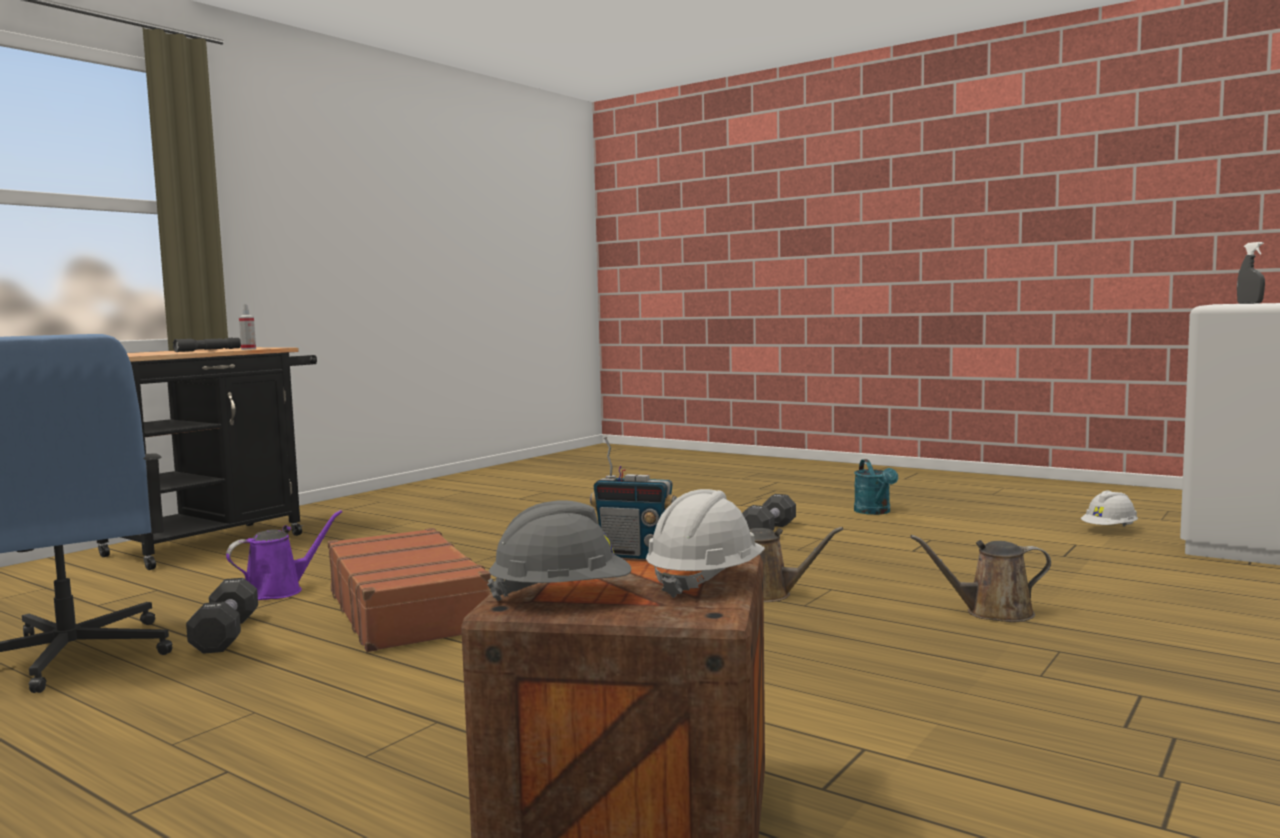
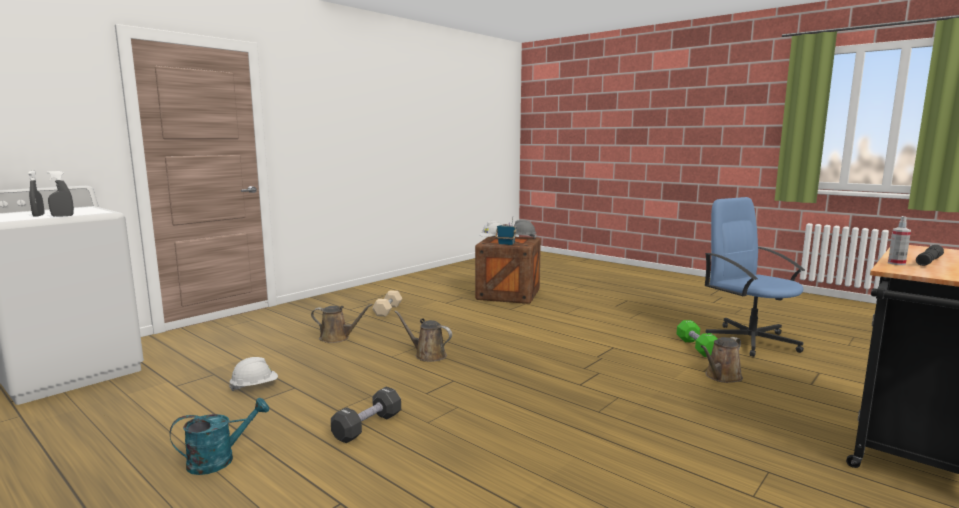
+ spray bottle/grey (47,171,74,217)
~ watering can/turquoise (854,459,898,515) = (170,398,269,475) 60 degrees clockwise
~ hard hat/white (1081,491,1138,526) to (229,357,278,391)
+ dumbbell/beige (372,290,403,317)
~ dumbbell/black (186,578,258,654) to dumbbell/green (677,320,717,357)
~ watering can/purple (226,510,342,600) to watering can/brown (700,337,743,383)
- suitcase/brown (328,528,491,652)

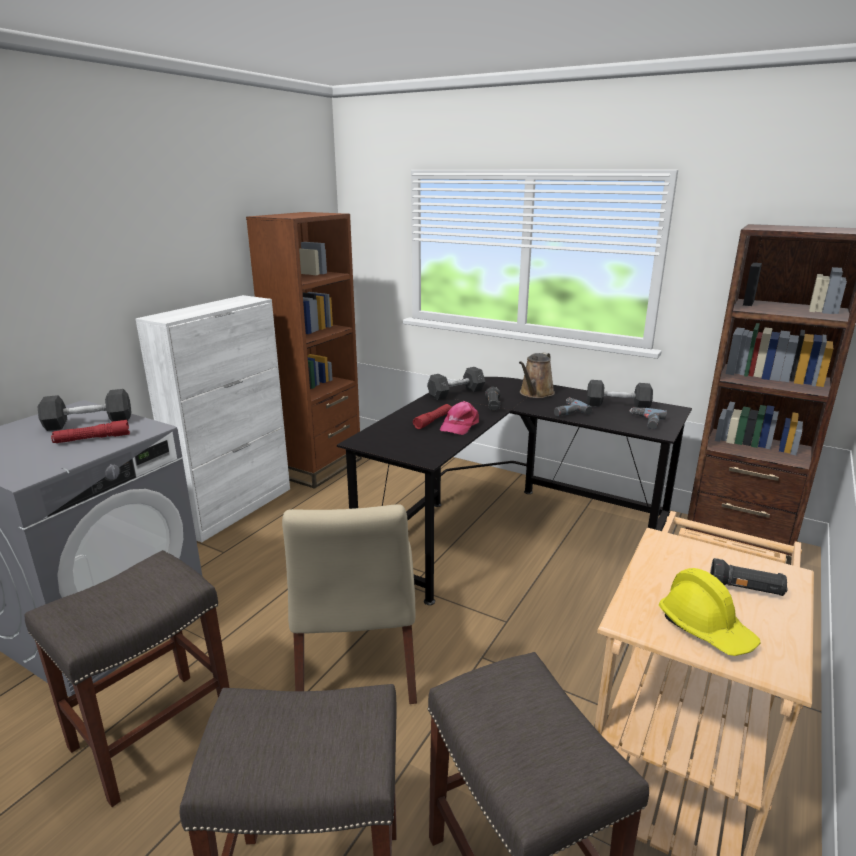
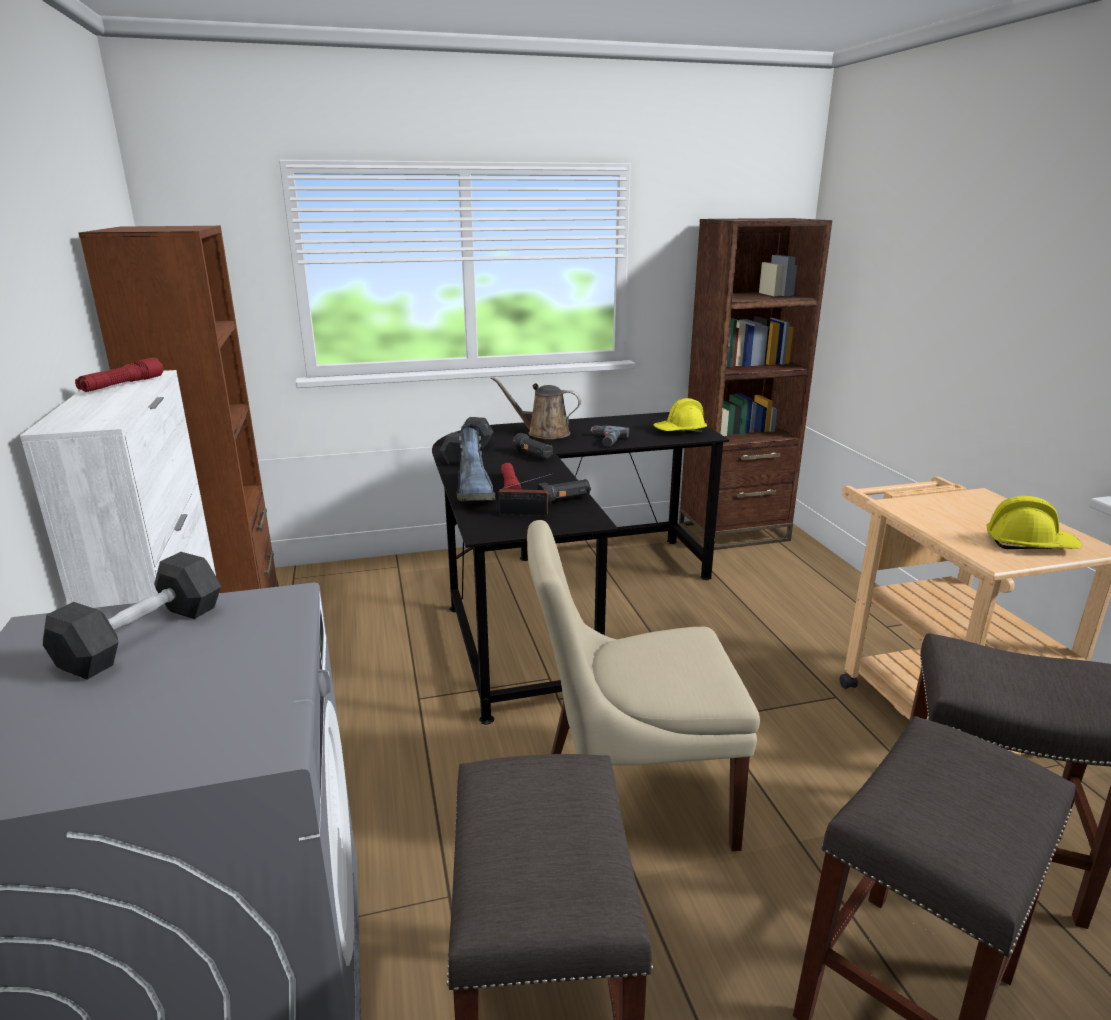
~ flashlight/red (51,420,130,443) to (75,357,163,392)
+ boot (457,425,495,501)
~ watering can/brown (519,353,555,398) = (491,377,581,439) 120 degrees clockwise
+ radio (498,473,554,517)
~ chair/beige (282,504,417,704) = (527,520,760,851) 135 degrees clockwise
~ flashlight/black (710,558,787,596) to (536,479,591,505)
~ power drill (629,407,667,429) to hard hat/yellow (653,398,707,432)
- cap/pink (440,401,479,435)
- dumbbell/grey (587,380,653,408)

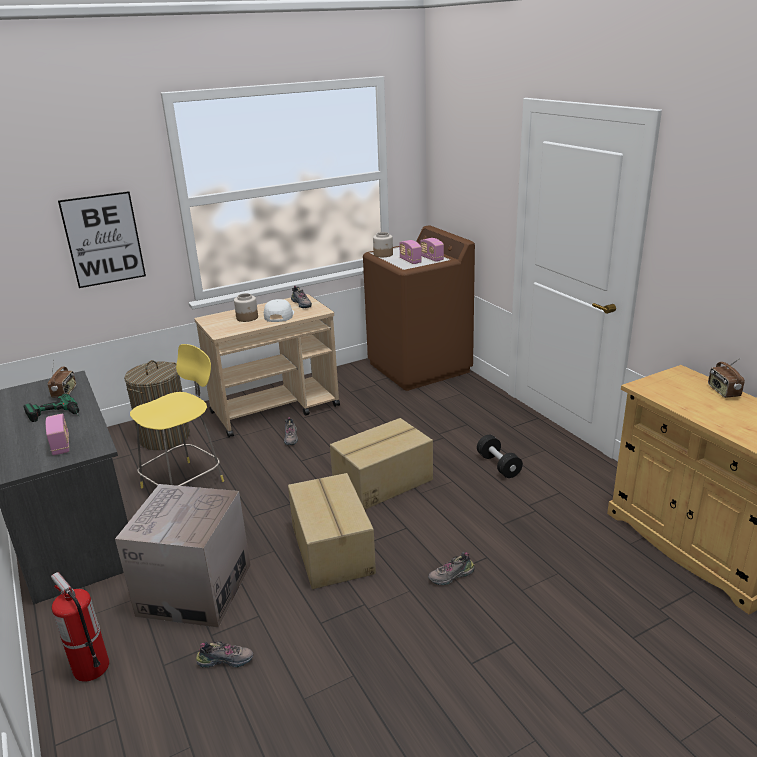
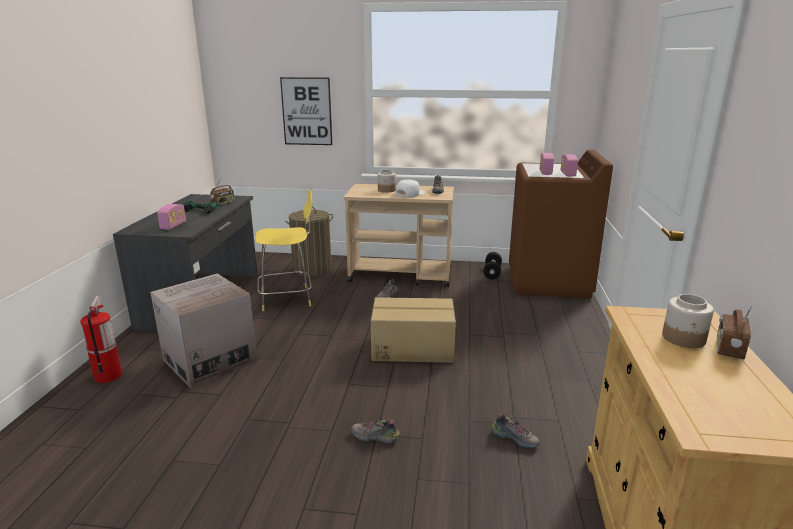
~ dumbbell/black (477,435,523,478) to (484,252,502,279)
~ shoe (196,641,253,668) to (491,414,540,449)
~ jar (373,232,393,257) to (662,294,714,348)
- cardboard box (288,473,376,589)

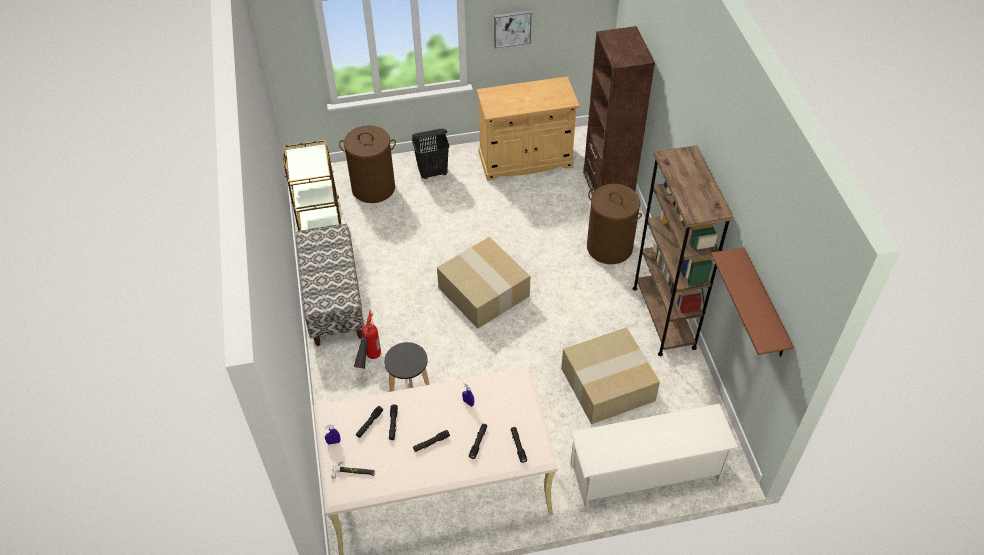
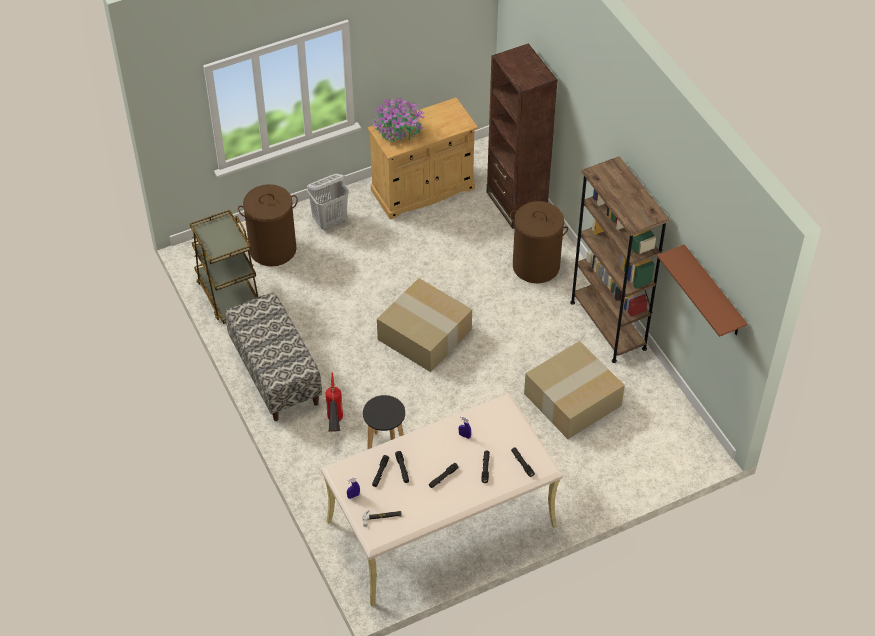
~ laundry basket/black (412,129,449,179) to laundry basket/white (307,174,349,230)
+ potted plant (372,97,425,142)
- picture (494,10,531,48)
- shoe rack/white (570,404,739,509)

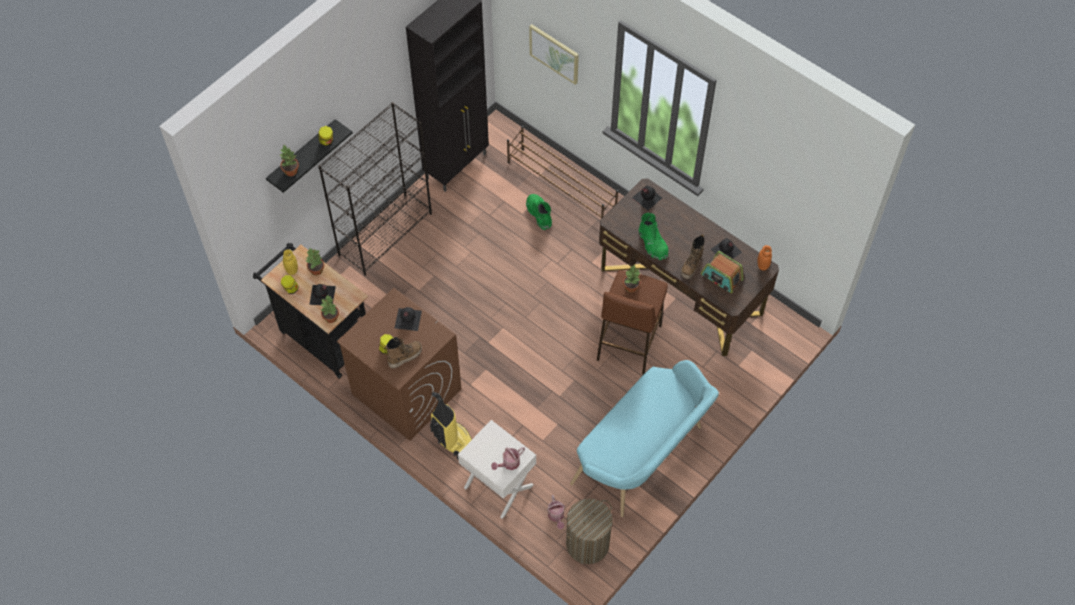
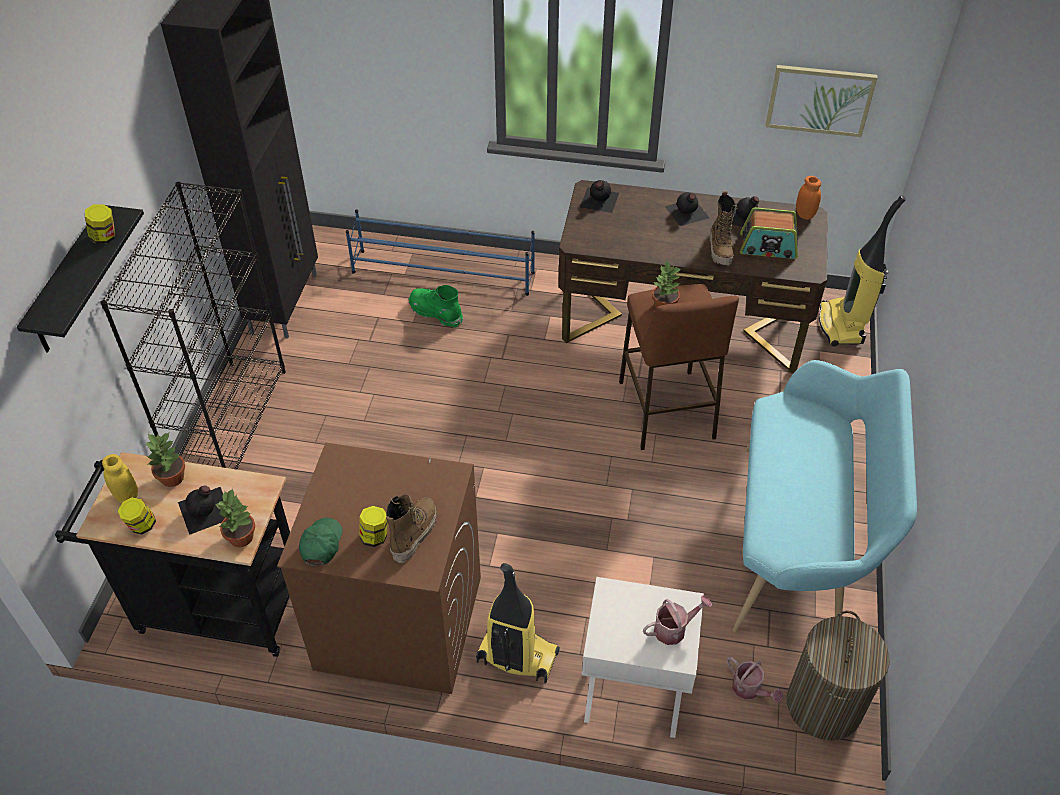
+ cap/green (299,518,343,565)
~ shoe rack/brown (507,126,618,219) to shoe rack/blue (346,210,535,296)
~ watering can (491,447,525,470) = (643,595,712,645) 135 degrees counterclockwise
~ bottle/black (395,307,422,331) to (665,192,709,226)
~ picture (529,24,579,85) to (765,65,877,137)
+ vacuum cleaner (819,195,906,346)
- potted plant (280,145,299,176)
- boot/green (639,213,668,260)

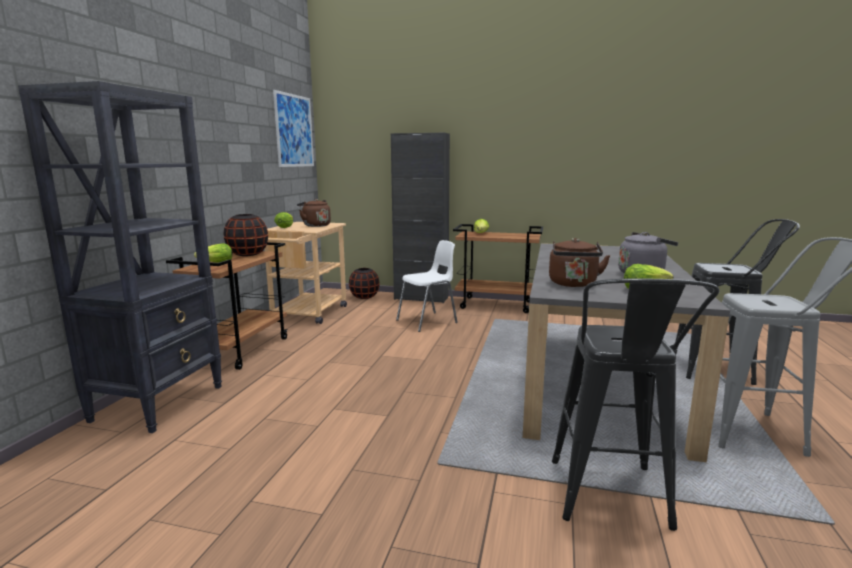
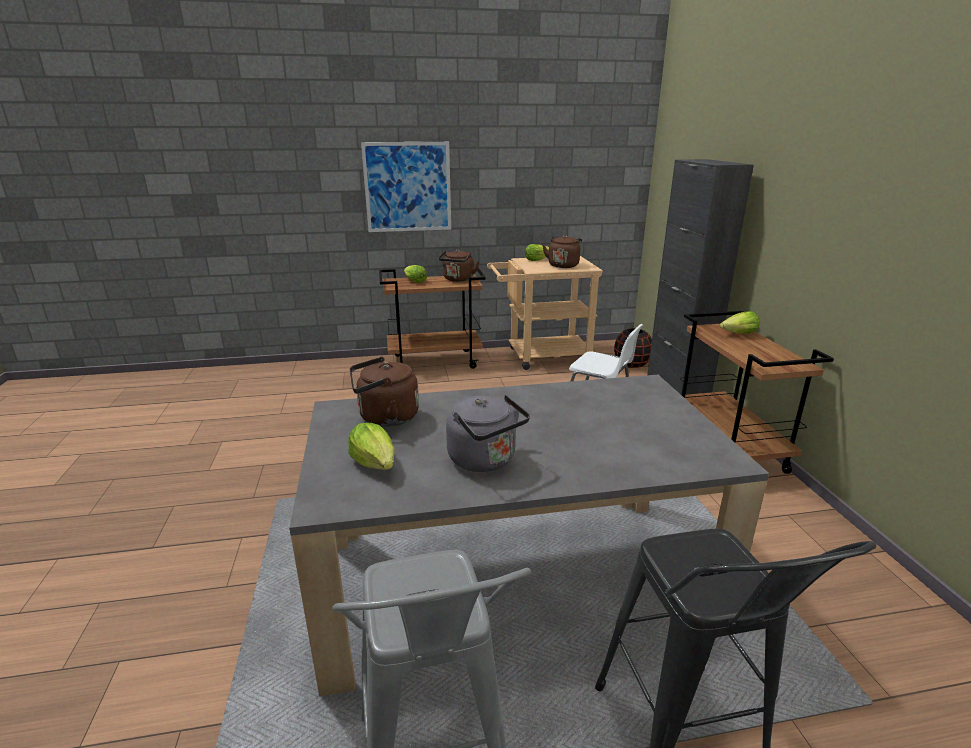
~ picture (273,90,314,167) to (361,142,451,232)
~ vase/black (224,214,268,256) to kettle/brown (438,249,479,282)
- bookcase/black (18,81,222,433)
- stool/black (552,278,720,531)

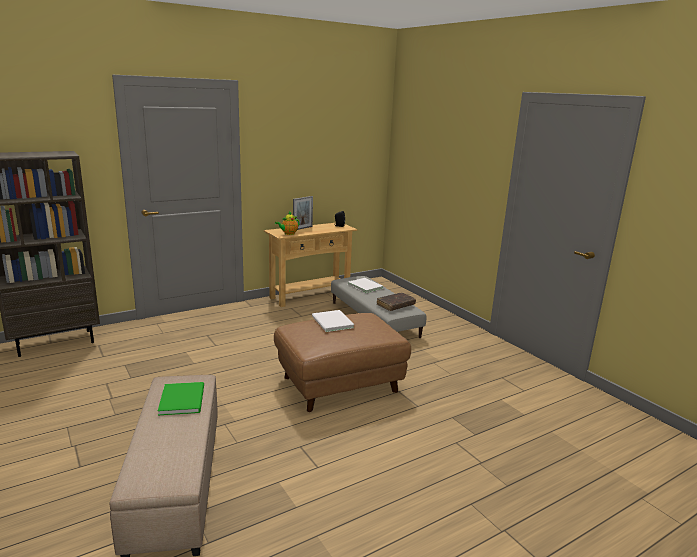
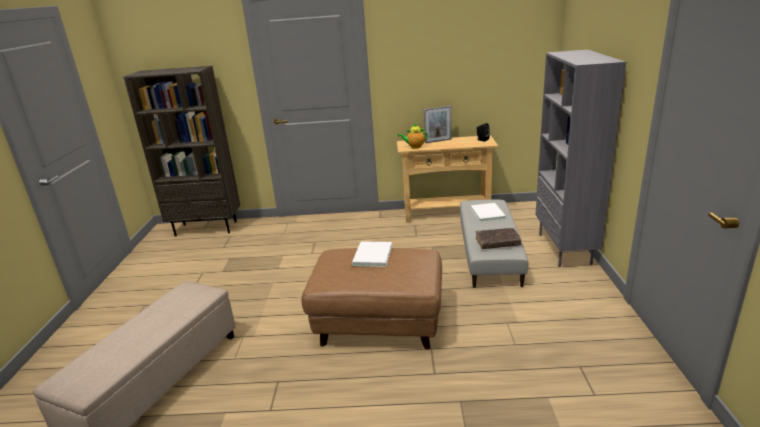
+ bookcase/grey (536,50,626,267)
- book/green (158,382,204,415)

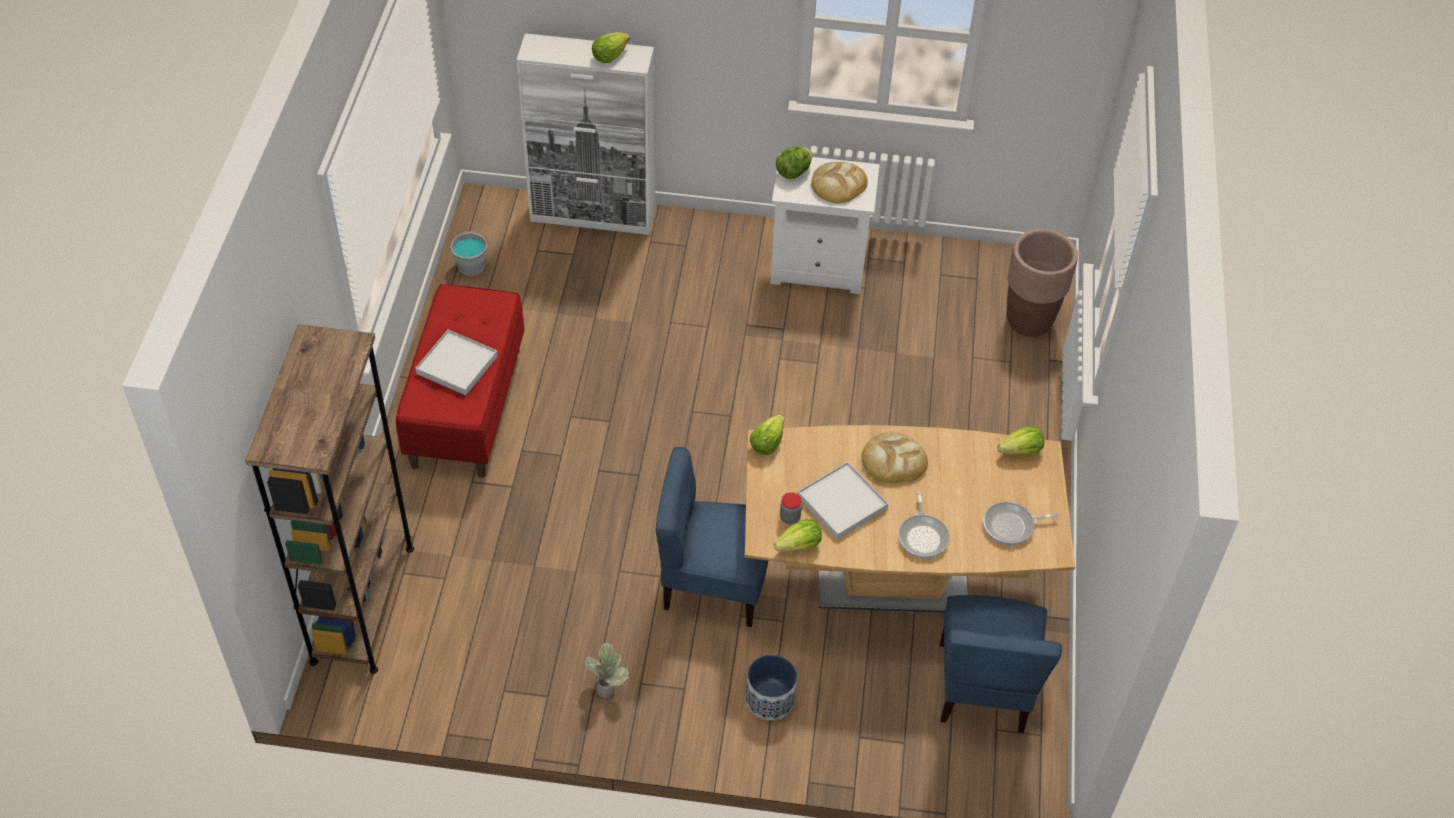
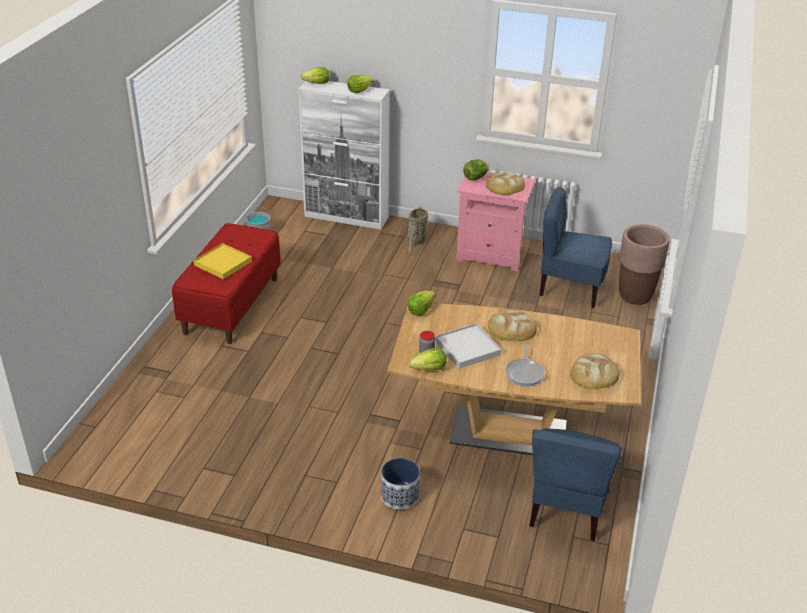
~ tray/white (415,330,498,395) to tray/yellow (194,243,252,279)
~ lettuce (998,426,1044,455) to (301,67,329,84)
+ basket (407,206,428,255)
~ nightstand/white (770,153,880,294) to nightstand/pink (456,172,536,272)
~ chair/blue (656,447,768,627) to (540,187,612,308)
~ frying pan (983,502,1059,545) to bread (570,353,620,389)
- bookcase/brown (245,324,414,674)
- potted plant (585,642,629,698)

